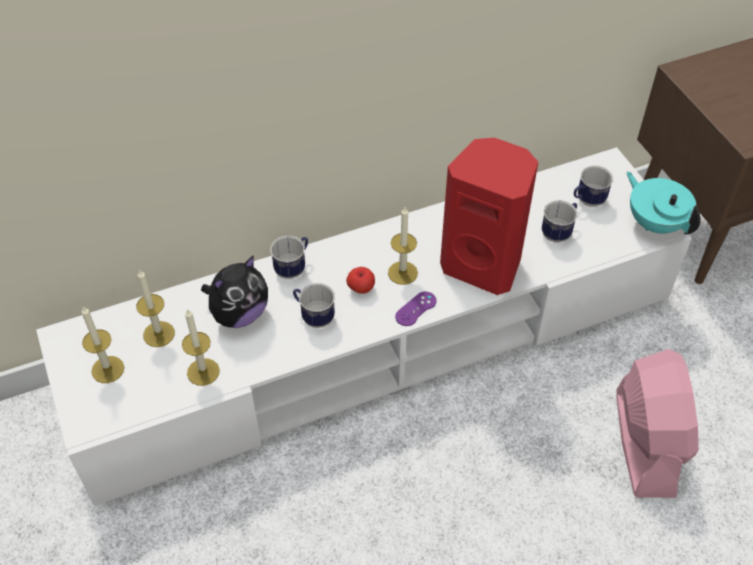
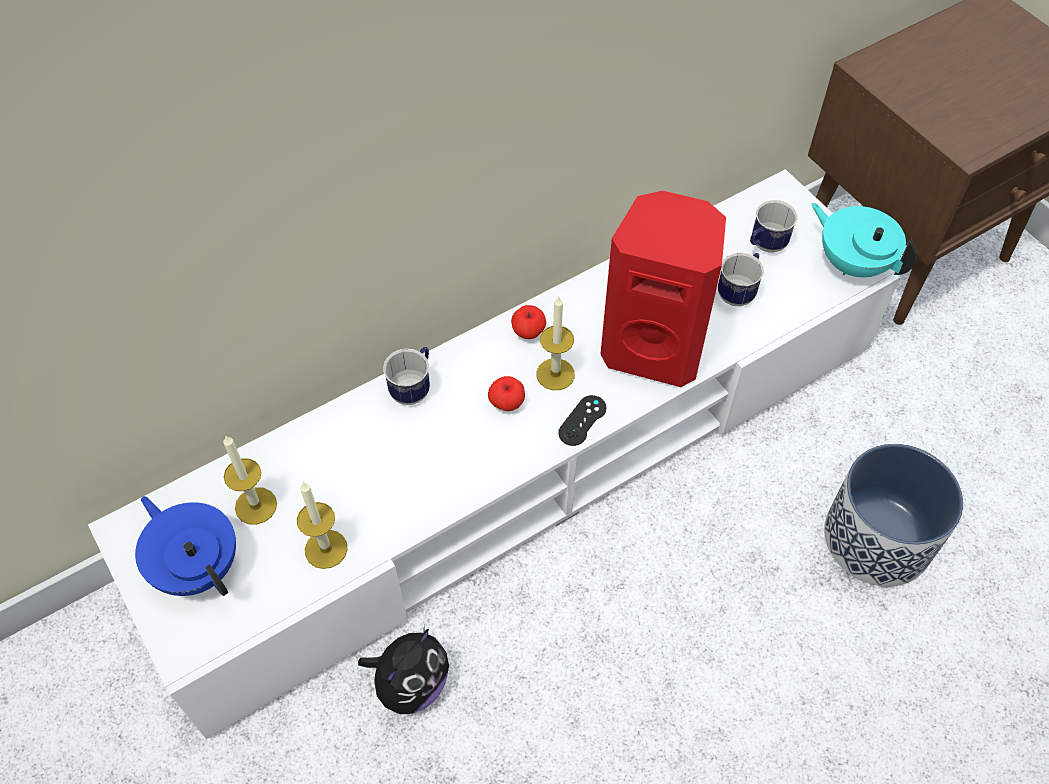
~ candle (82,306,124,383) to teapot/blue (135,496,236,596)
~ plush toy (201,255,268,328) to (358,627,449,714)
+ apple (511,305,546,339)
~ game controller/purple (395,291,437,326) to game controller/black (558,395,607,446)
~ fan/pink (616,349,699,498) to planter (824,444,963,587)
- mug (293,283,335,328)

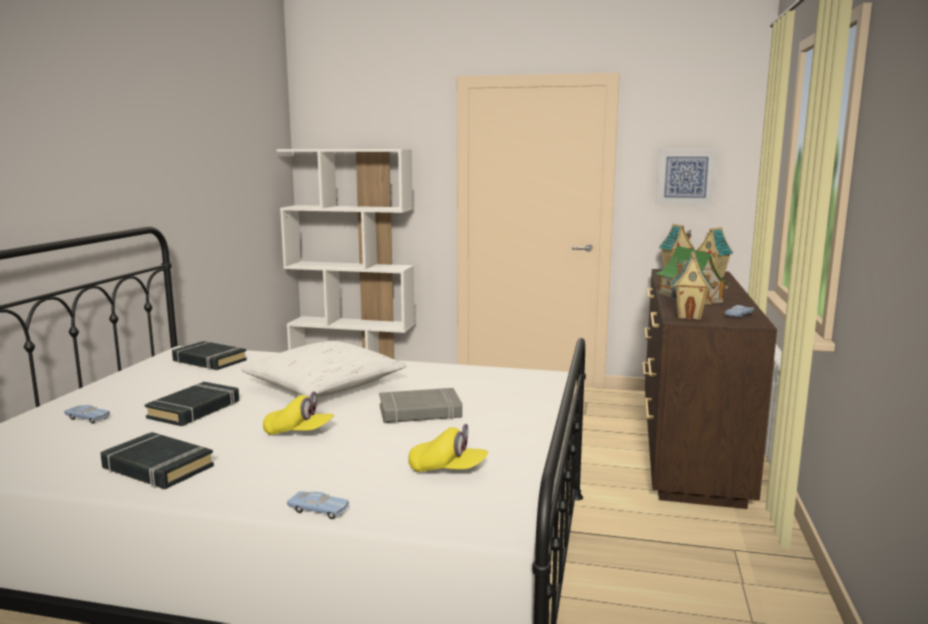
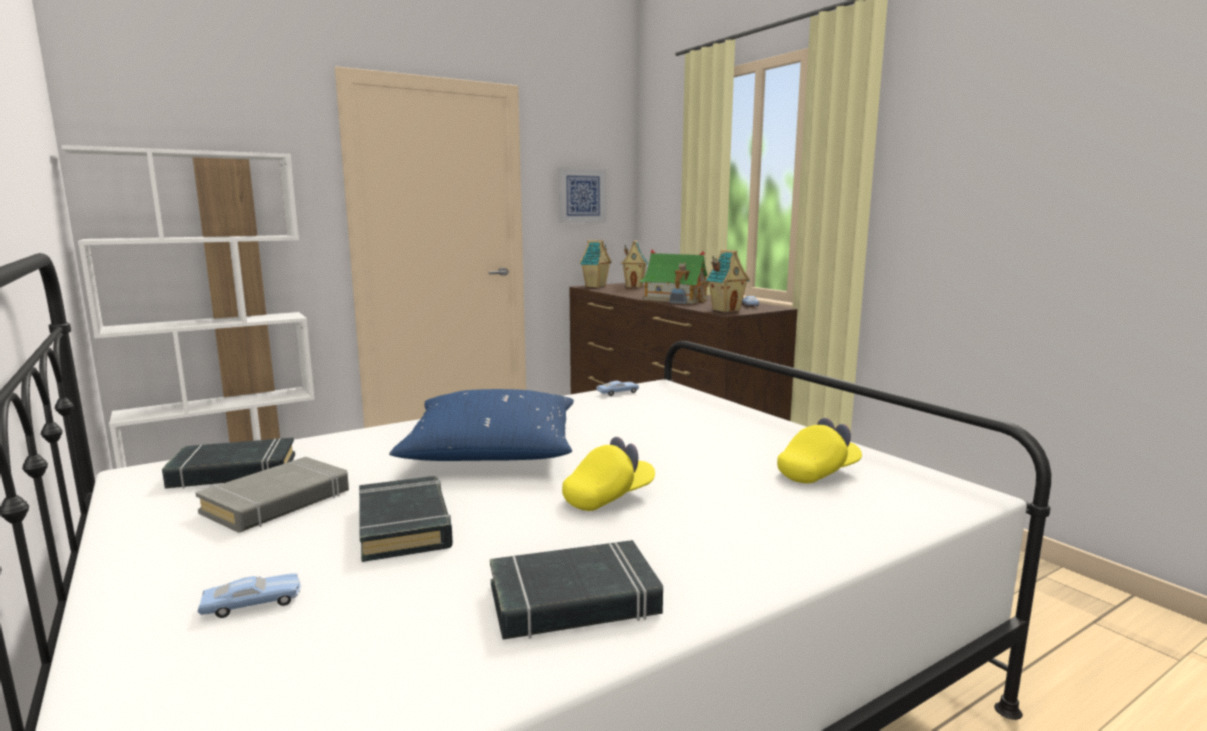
~ book/grey (379,388,462,424) to (195,457,349,533)
~ pillow/white (241,341,406,398) to pillow/blue (389,389,574,461)
~ toy car/blue (287,491,349,519) to (596,381,639,396)

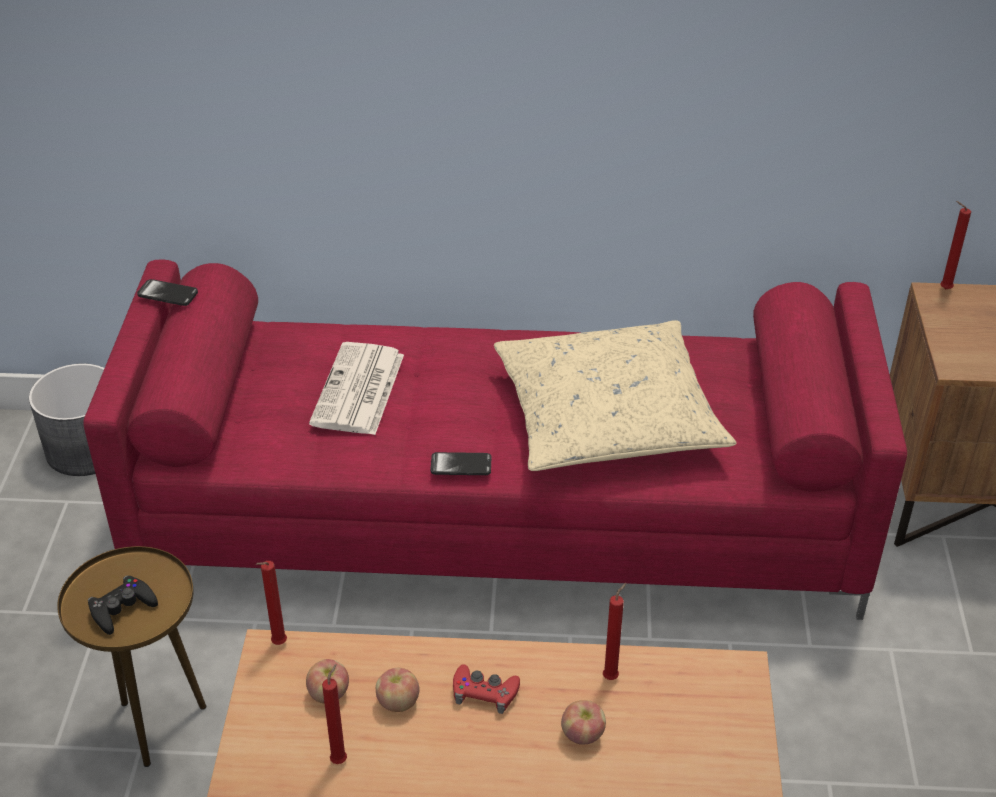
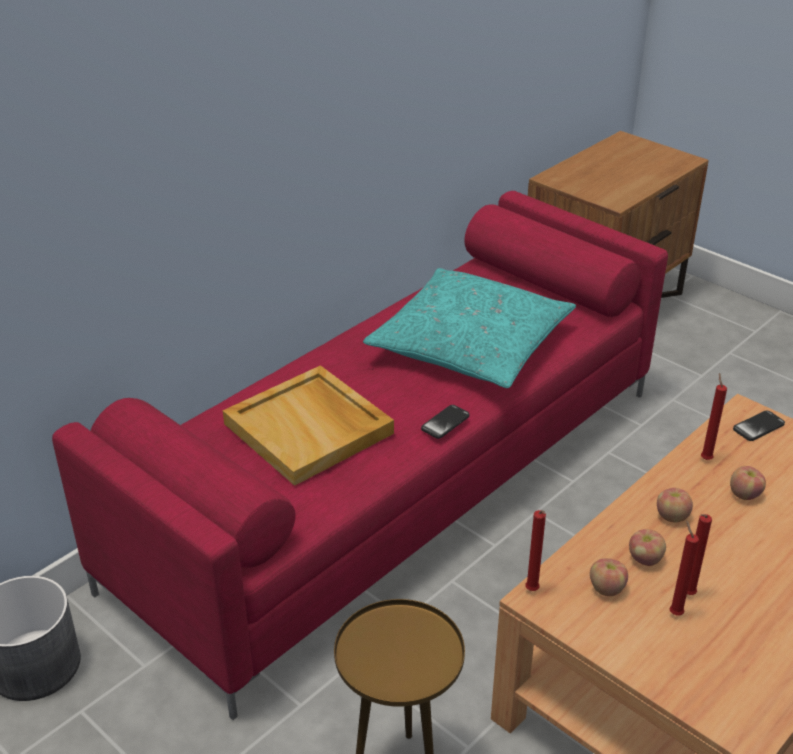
~ newspaper (309,342,404,435) to tray/beige (223,365,394,486)
~ pillow/beige (494,320,736,471) to pillow/turquoise (363,268,576,388)
~ game controller/red (453,664,520,714) to apple (657,488,693,523)
~ candle/red (940,201,971,289) to (687,514,712,595)
~ phone (137,279,198,306) to (733,410,785,441)
- game controller/black (88,575,158,635)

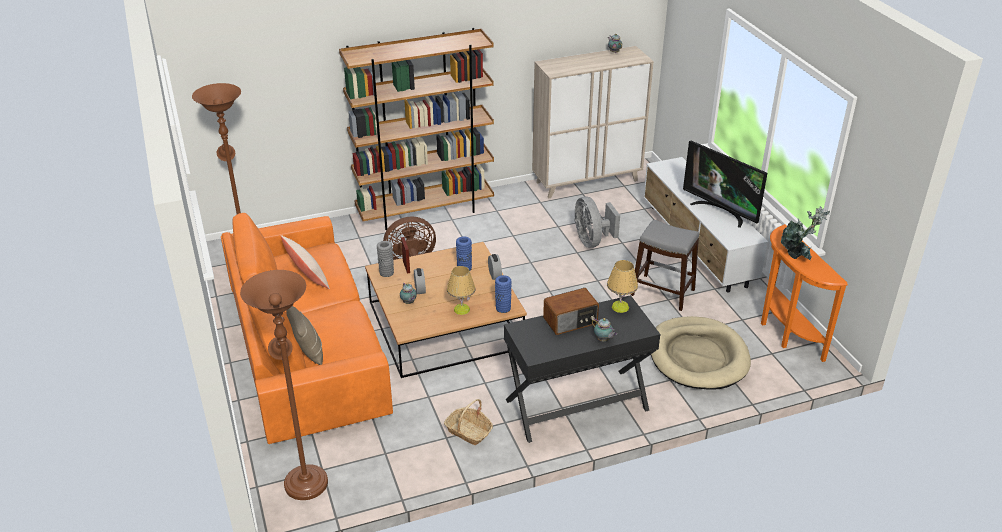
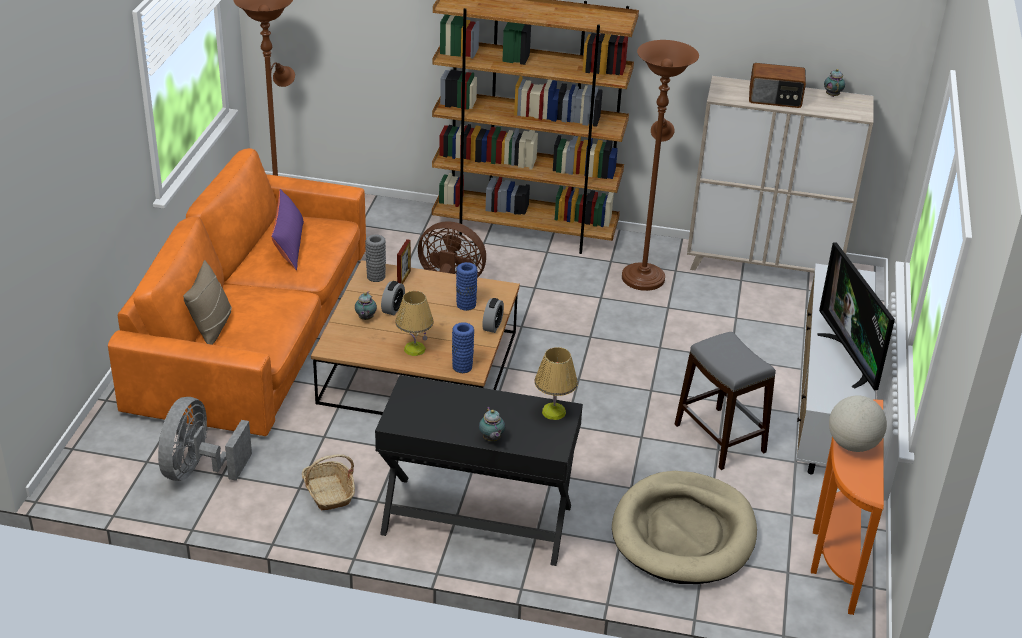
~ fan/grey (574,196,620,248) to (158,397,252,481)
~ pillow/beige (280,235,330,289) to pillow/purple (271,189,304,270)
~ floor lamp/brown (240,270,328,500) to (622,40,699,291)
~ radio (543,288,599,335) to (749,63,806,108)
~ potted plant (781,206,830,260) to globe (829,395,887,452)

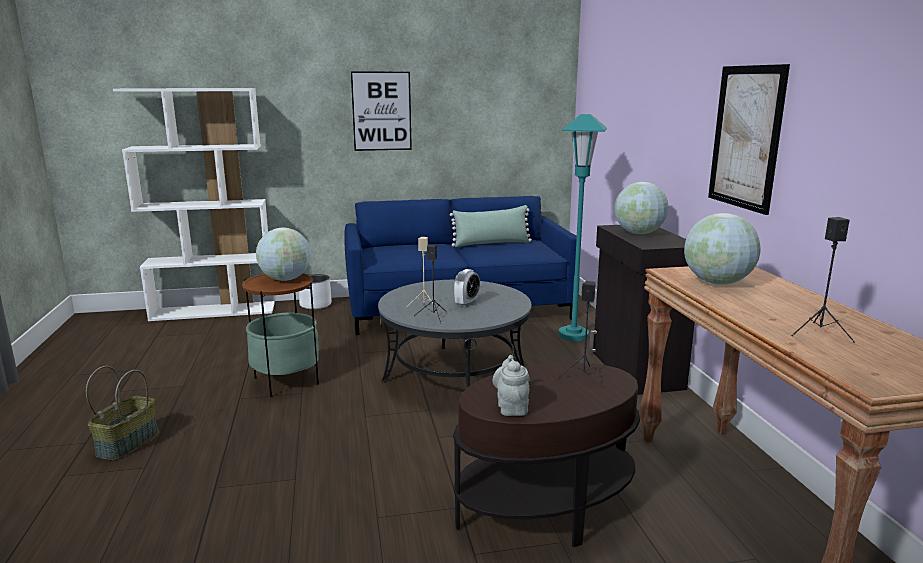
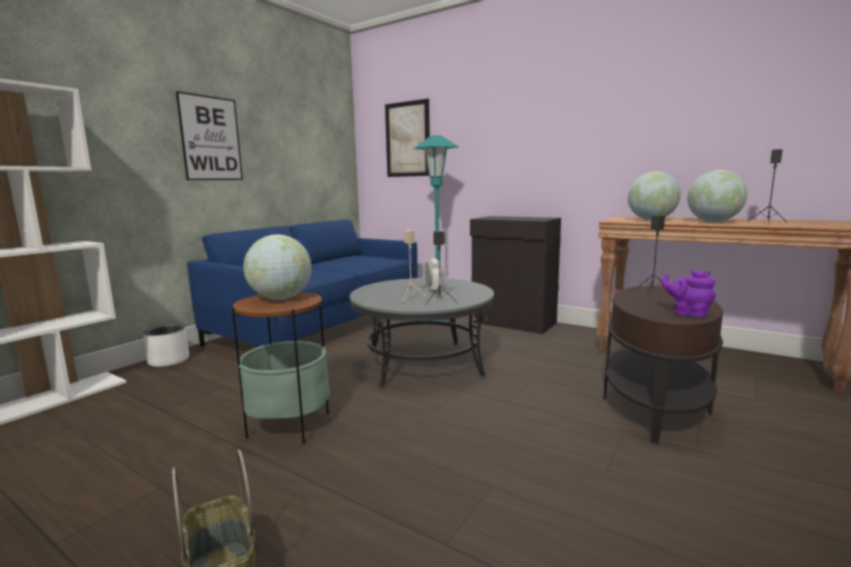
~ picture (708,64,790,215) to (385,99,430,177)
~ teapot/grey (492,355,530,416) to teapot/purple (661,270,716,318)
~ globe (614,182,668,234) to (687,170,748,222)
- pillow/green (450,205,532,247)

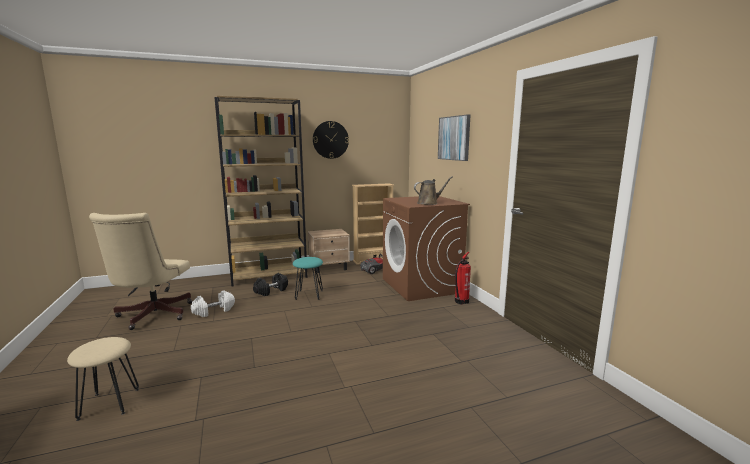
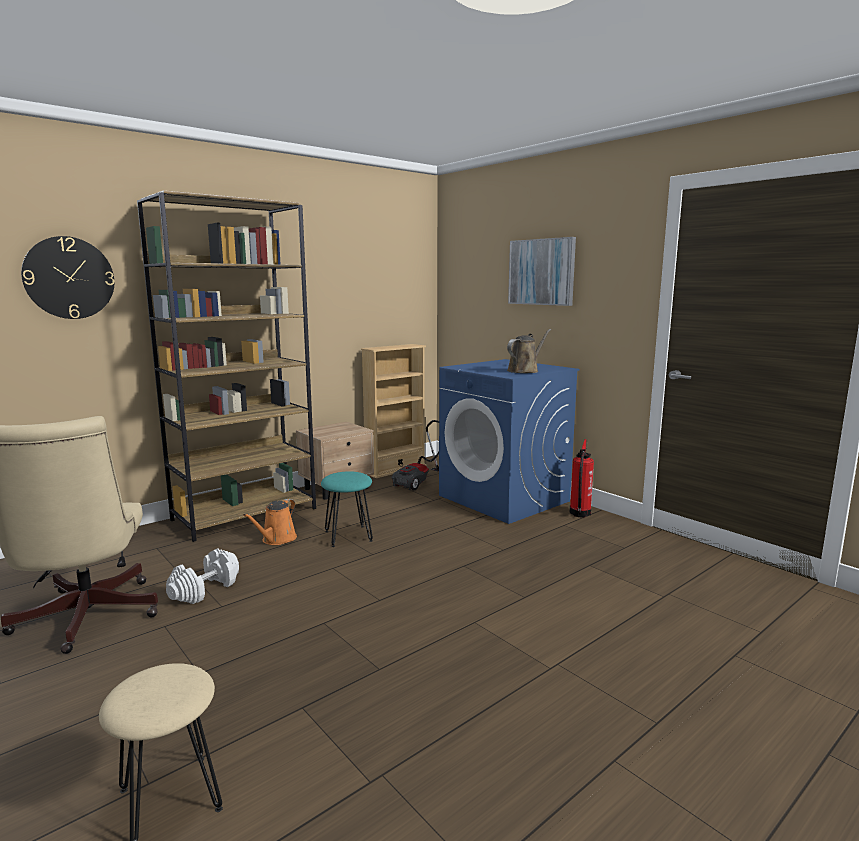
~ wall clock (313,121,349,159) to (21,236,114,319)
~ dumbbell/black (253,273,288,296) to watering can/orange (243,499,297,545)
~ washing machine/brown (383,196,470,301) to washing machine/blue (439,359,579,524)

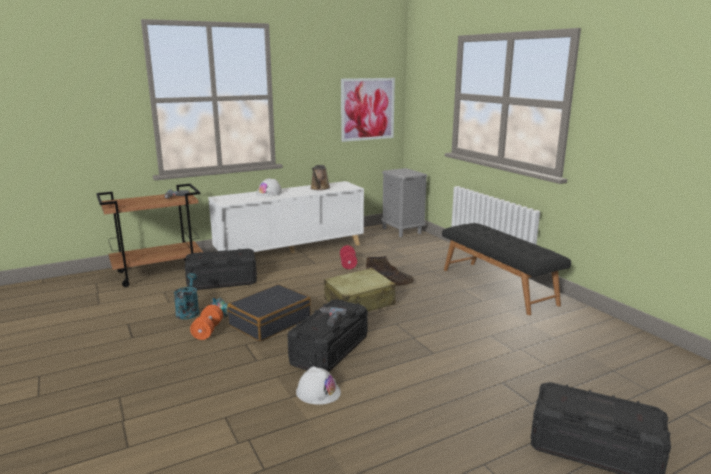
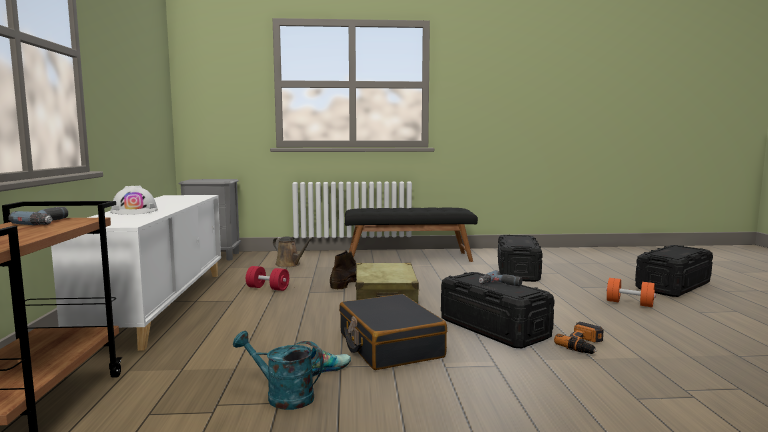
~ watering can/brown (310,165,330,190) to (273,236,313,268)
~ storage box/black (185,249,257,290) to (498,235,543,282)
~ hard hat/white (296,366,341,405) to power drill (554,322,604,354)
~ dumbbell/orange (190,305,223,340) to (606,278,656,307)
- picture (341,78,395,142)

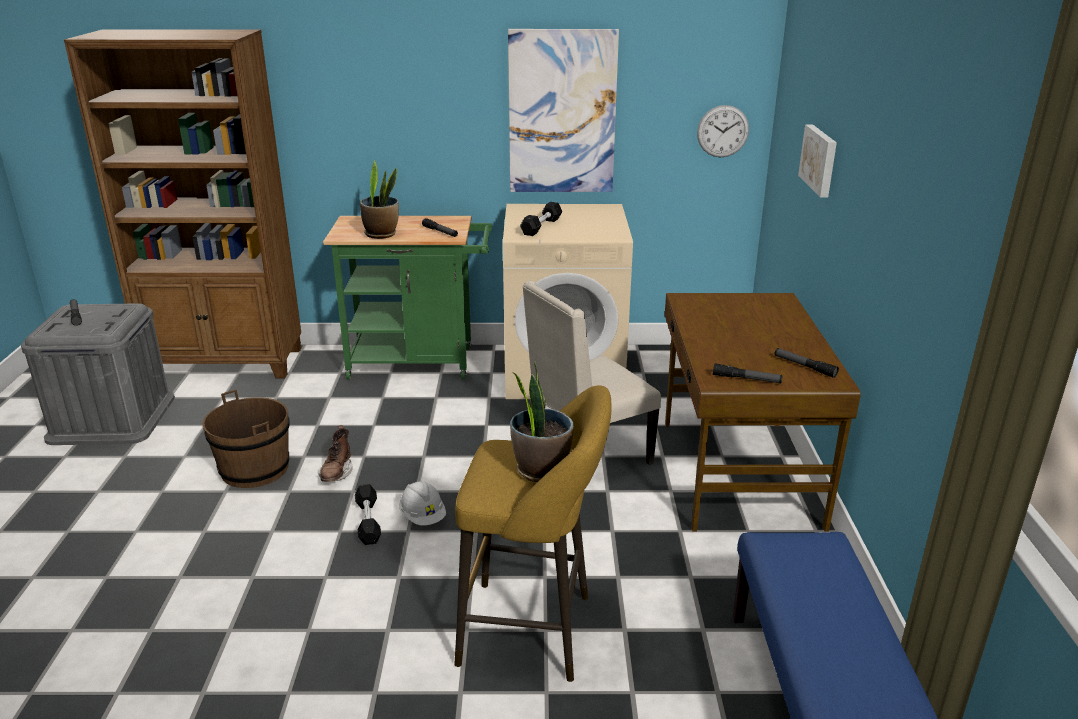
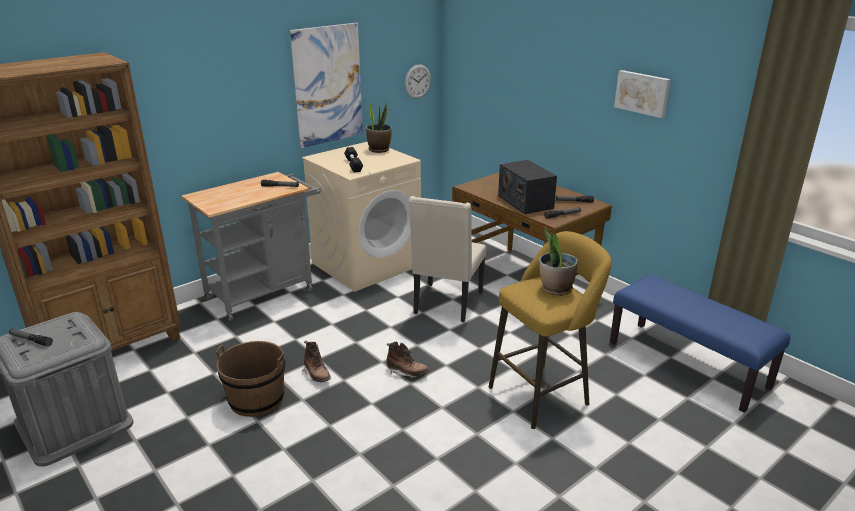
~ cart/green (323,216,492,379) to cart/grey (182,172,321,321)
~ potted plant (360,160,399,239) to (366,100,392,153)
~ hard hat/white (399,481,446,526) to boot/brown (387,342,429,378)
+ radio (498,160,557,214)
~ picture (798,124,837,197) to (614,70,671,118)
- dumbbell/black (355,484,381,545)

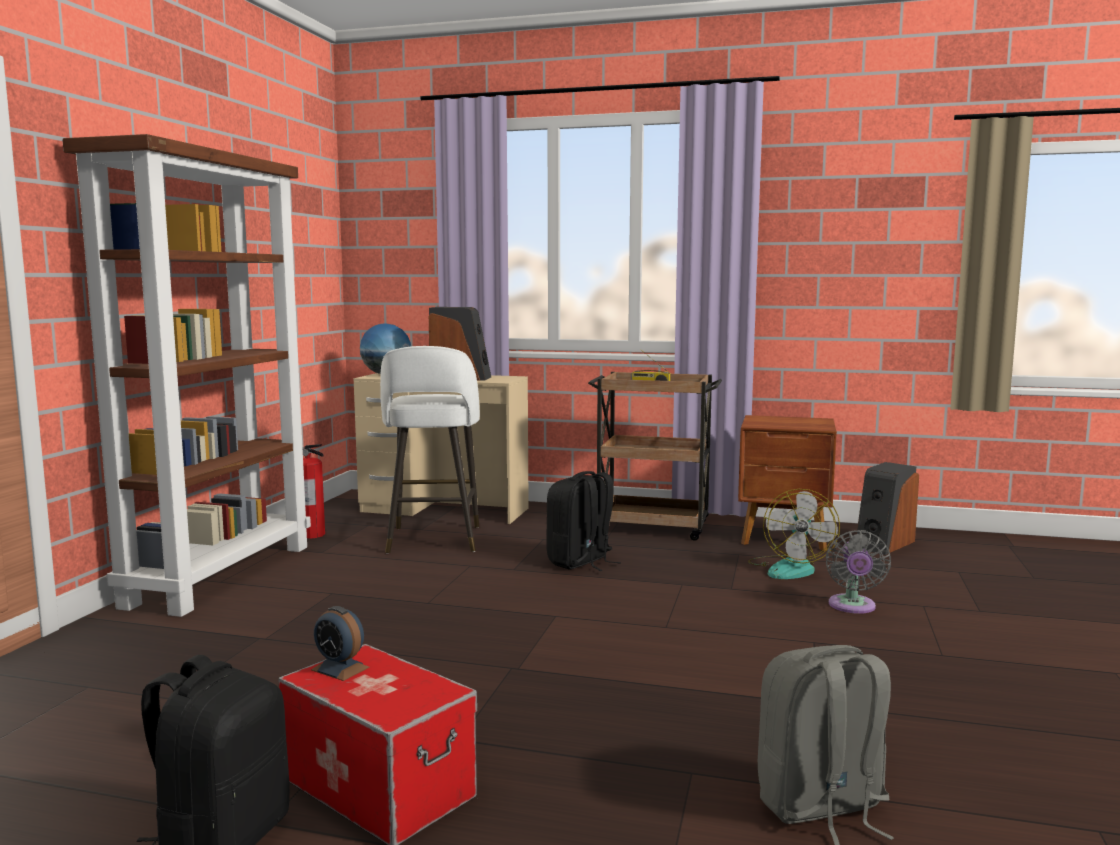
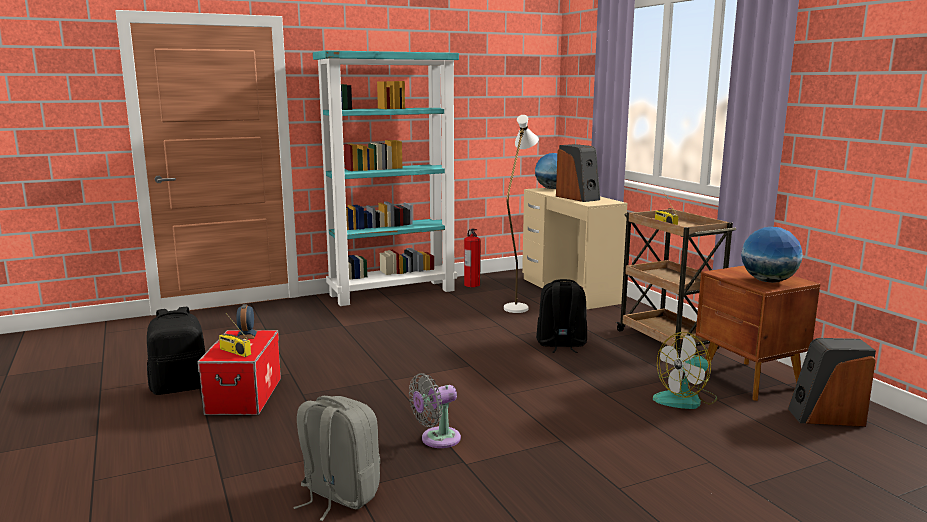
+ radio (219,313,251,357)
~ bookcase/brown (62,134,311,617) to bookcase/turquoise (313,50,459,306)
~ fan/grey (826,530,891,614) to (409,373,461,448)
~ stool/white (380,346,480,554) to floor lamp/white (504,115,539,313)
+ globe (741,227,803,283)

